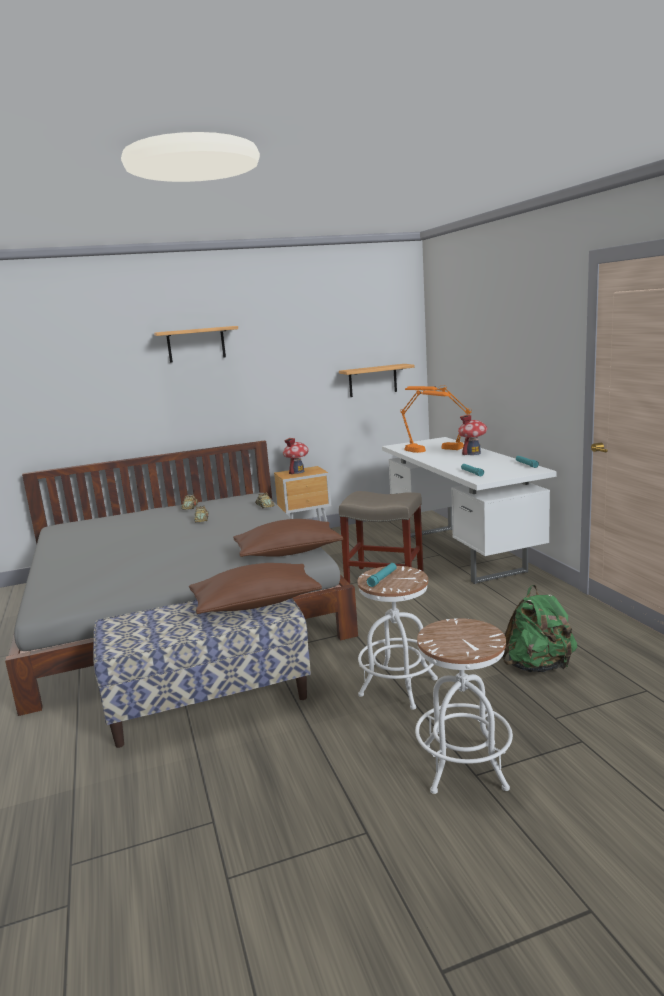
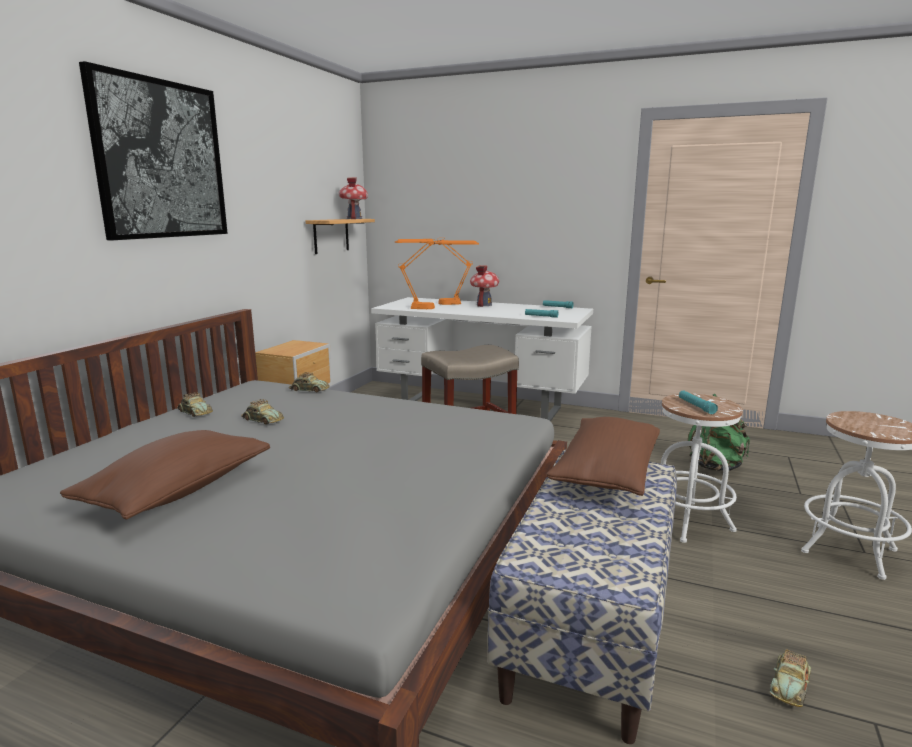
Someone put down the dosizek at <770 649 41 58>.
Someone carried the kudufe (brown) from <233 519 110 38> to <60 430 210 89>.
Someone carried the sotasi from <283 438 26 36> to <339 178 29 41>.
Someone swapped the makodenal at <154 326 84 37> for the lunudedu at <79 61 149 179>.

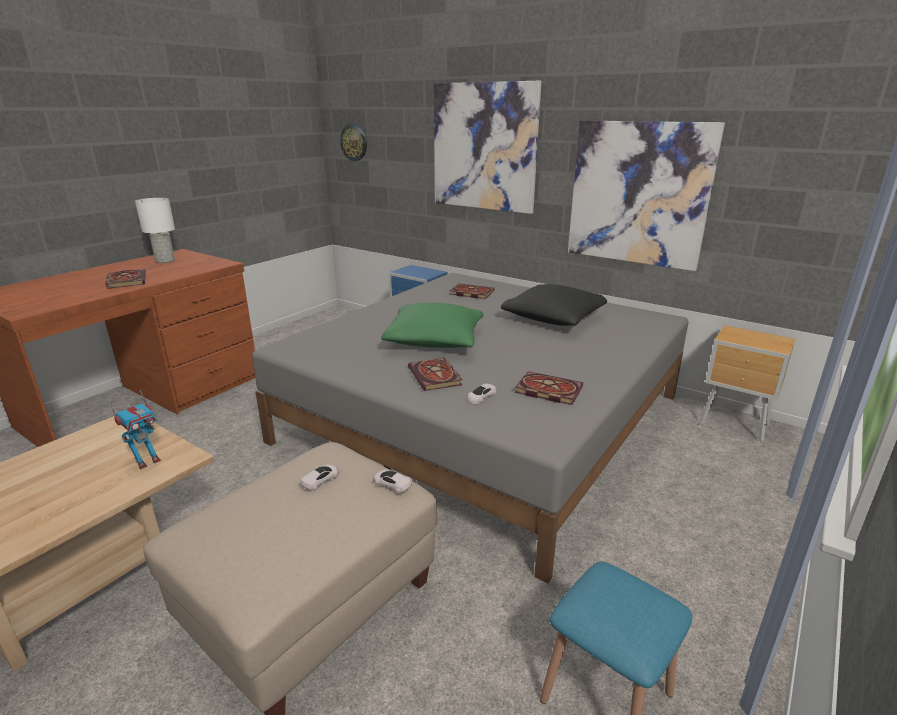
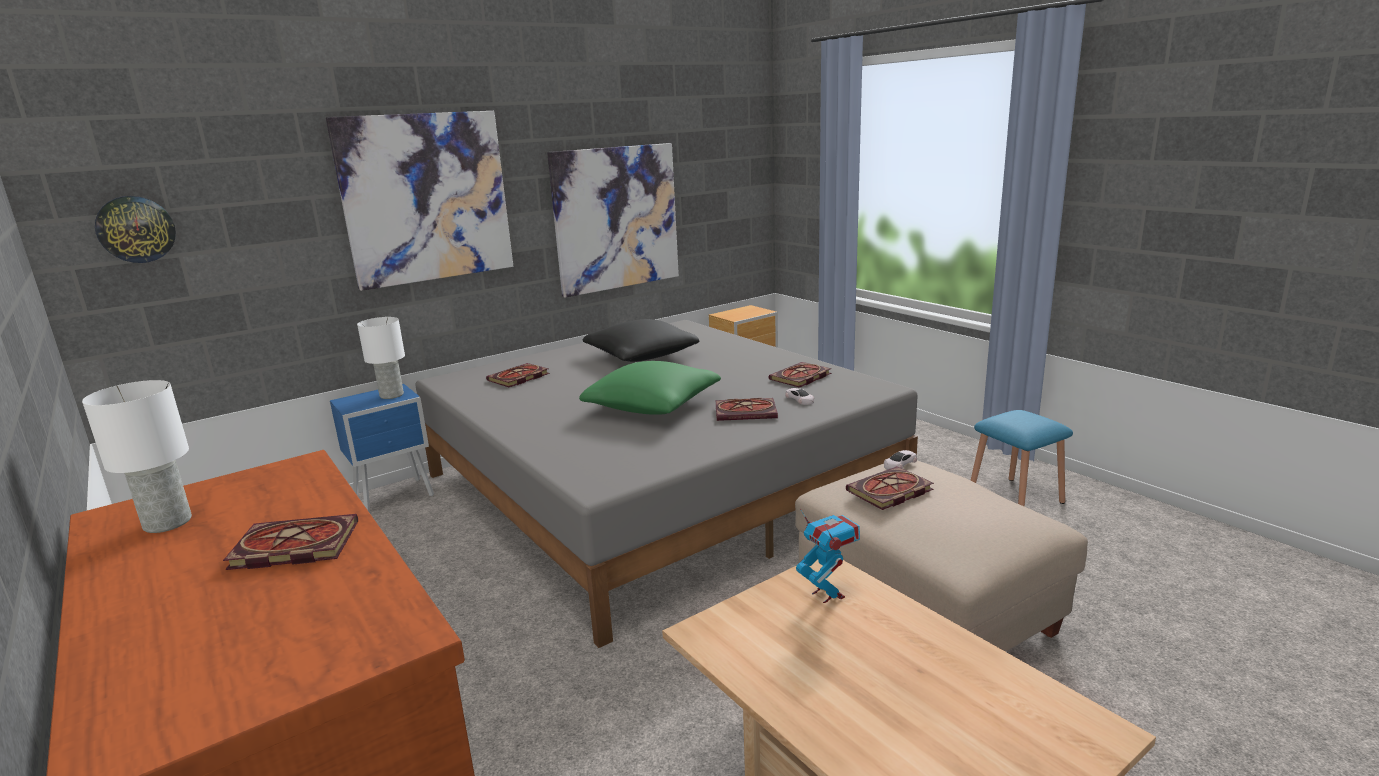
Someone put down the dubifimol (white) at <357 317 48 82>.
Someone swapped the dosizek (white) at <300 464 39 27> for the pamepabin at <846 466 88 44>.

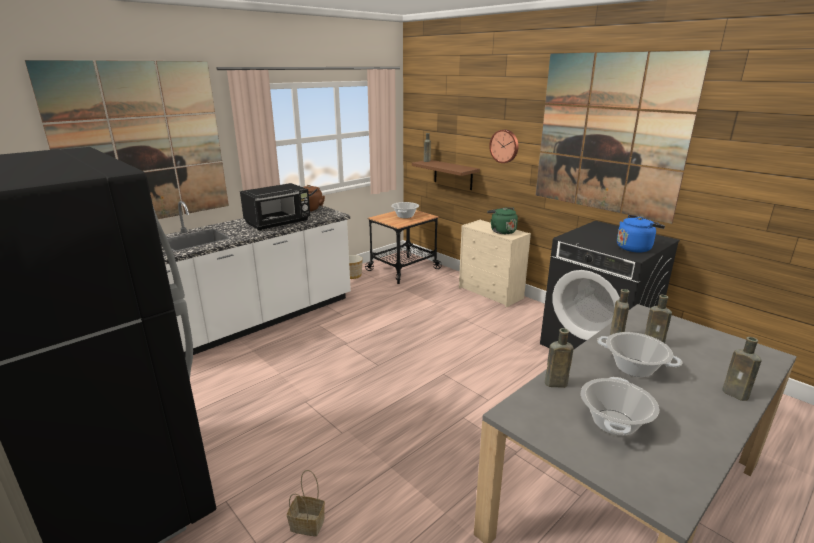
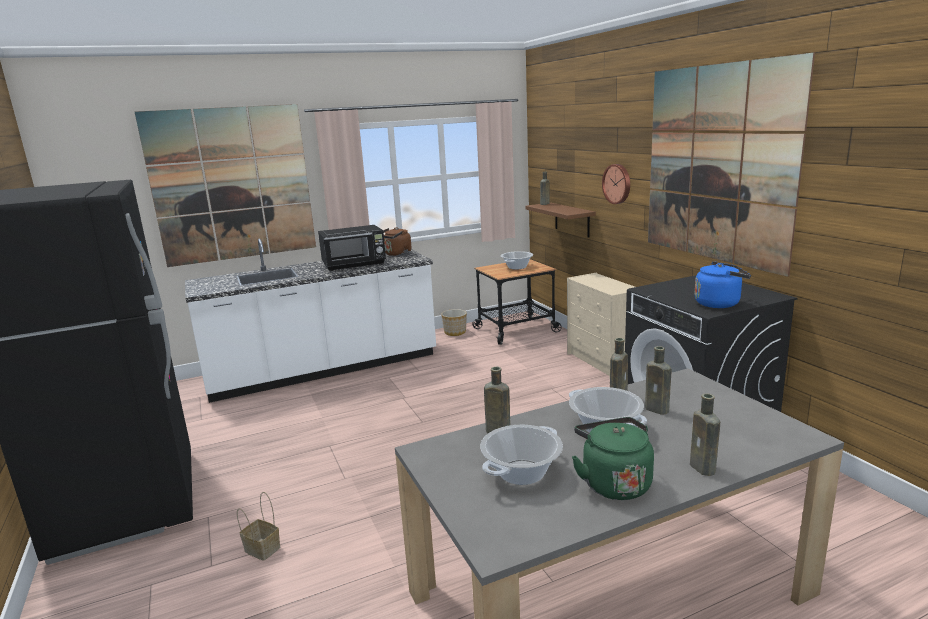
Someone carried the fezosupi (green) from <487 208 31 26> to <572 417 82 83>.

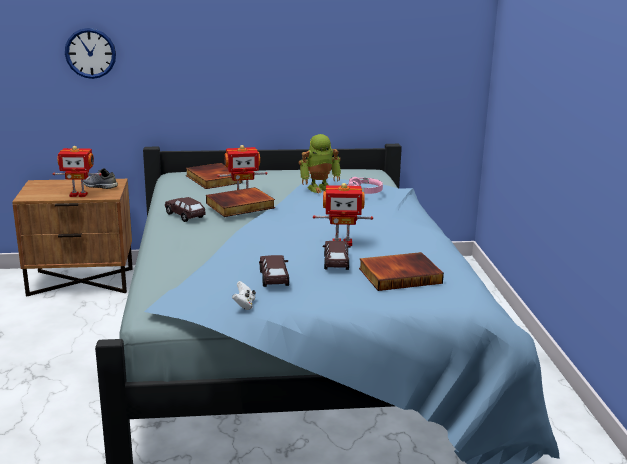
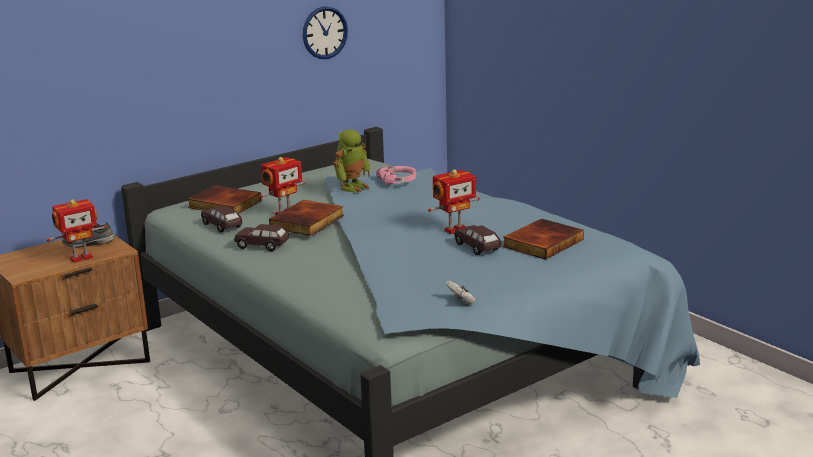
Someone carried the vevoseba from <65 28 51 51> to <303 6 45 53>.
Someone carried the dosizek (brown) from <259 255 30 32> to <201 206 41 27>.

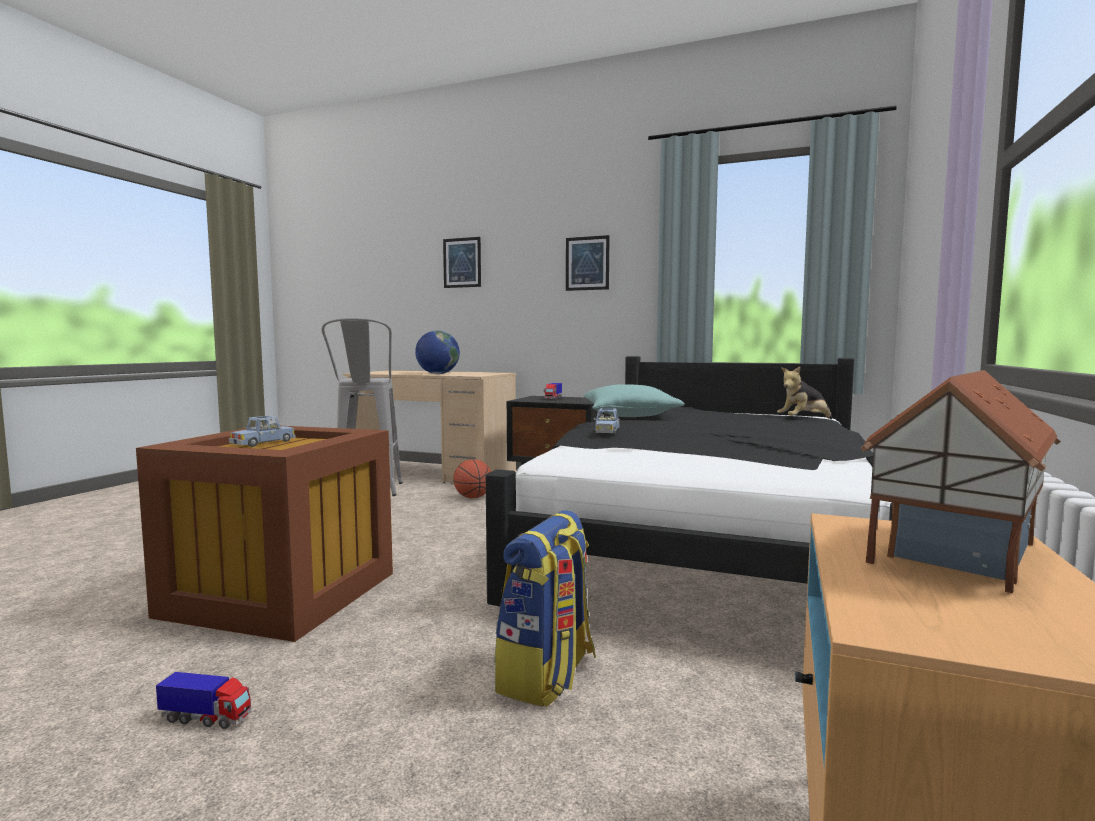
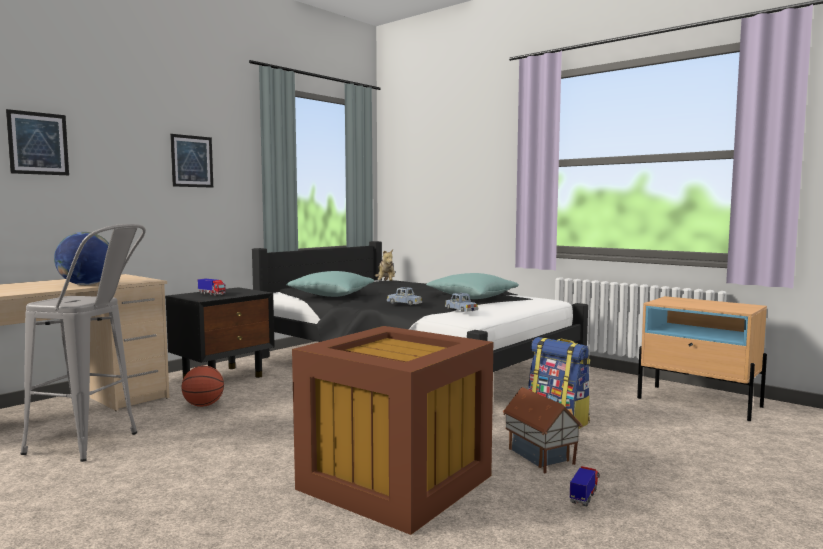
Someone put down the kudufe (turquoise) at <426 273 93 26>.
Someone carried the dosizek (blue) from <229 416 66 31> to <445 293 33 19>.
Someone carried the sotasi from <861 370 200 223> to <502 387 81 86>.

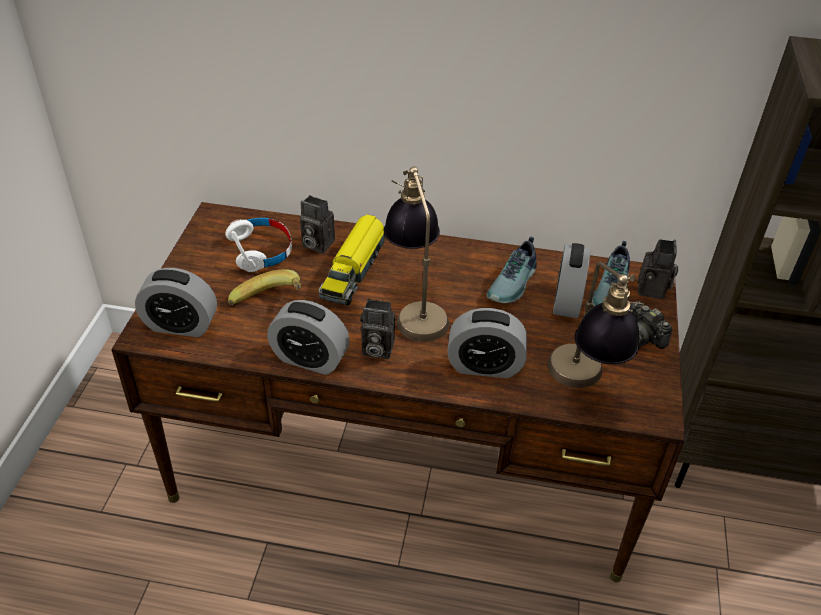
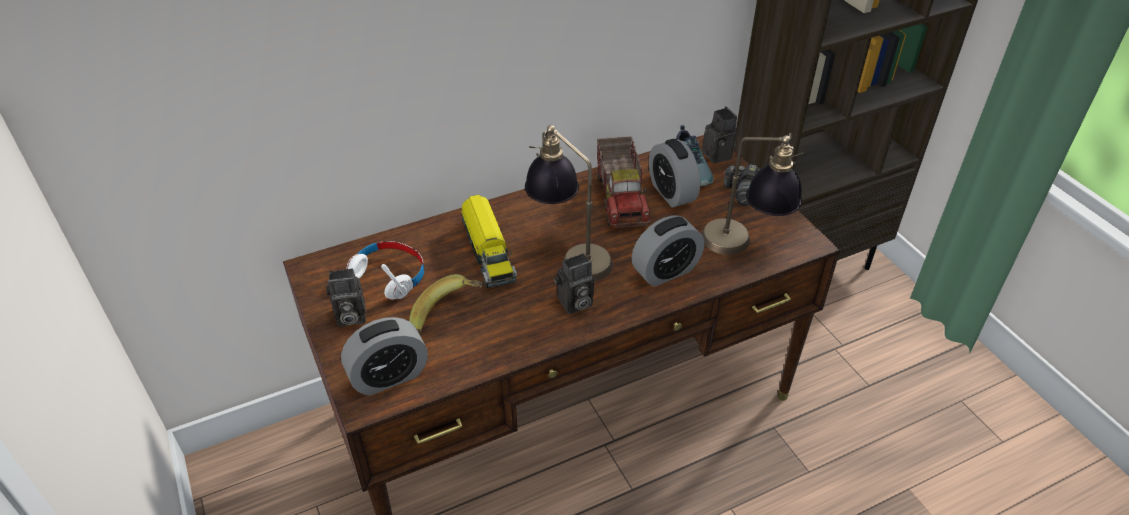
Someone took away the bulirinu at <267 300 83 75>.
Someone carried the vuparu from <300 195 35 58> to <326 268 40 59>.
Someone swapped the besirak at <487 236 50 67> for the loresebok at <597 136 53 92>.

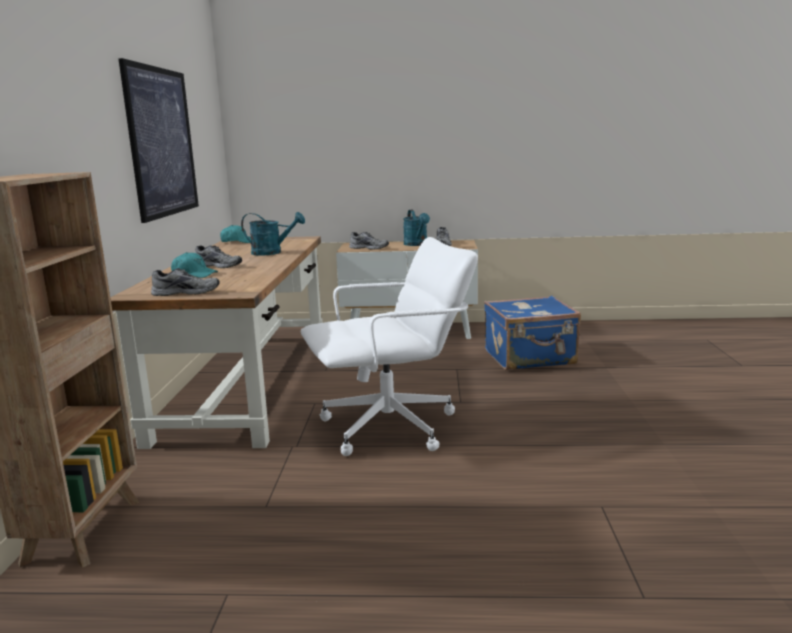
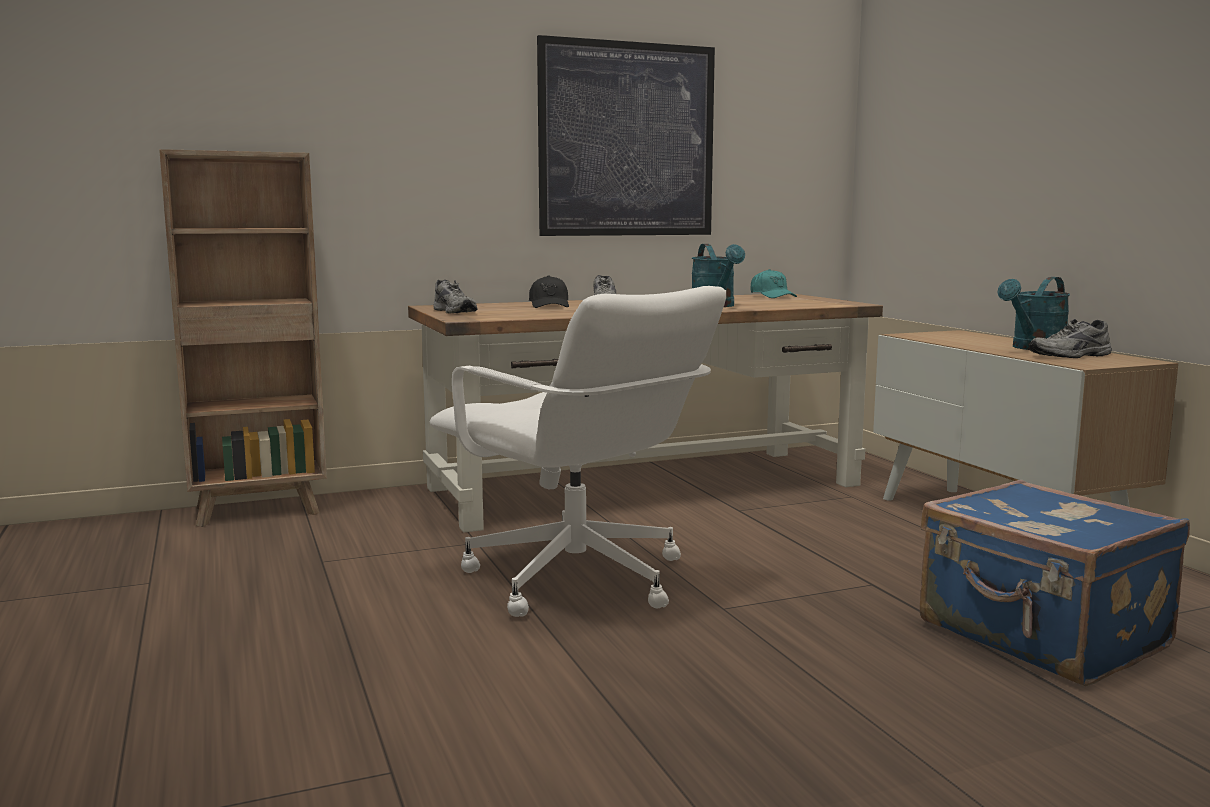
Someone took away the besirak (grey) at <349 232 40 18>.
Someone repainted the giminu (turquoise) at <171 252 47 26>, which became the giminu (black) at <529 275 40 33>.

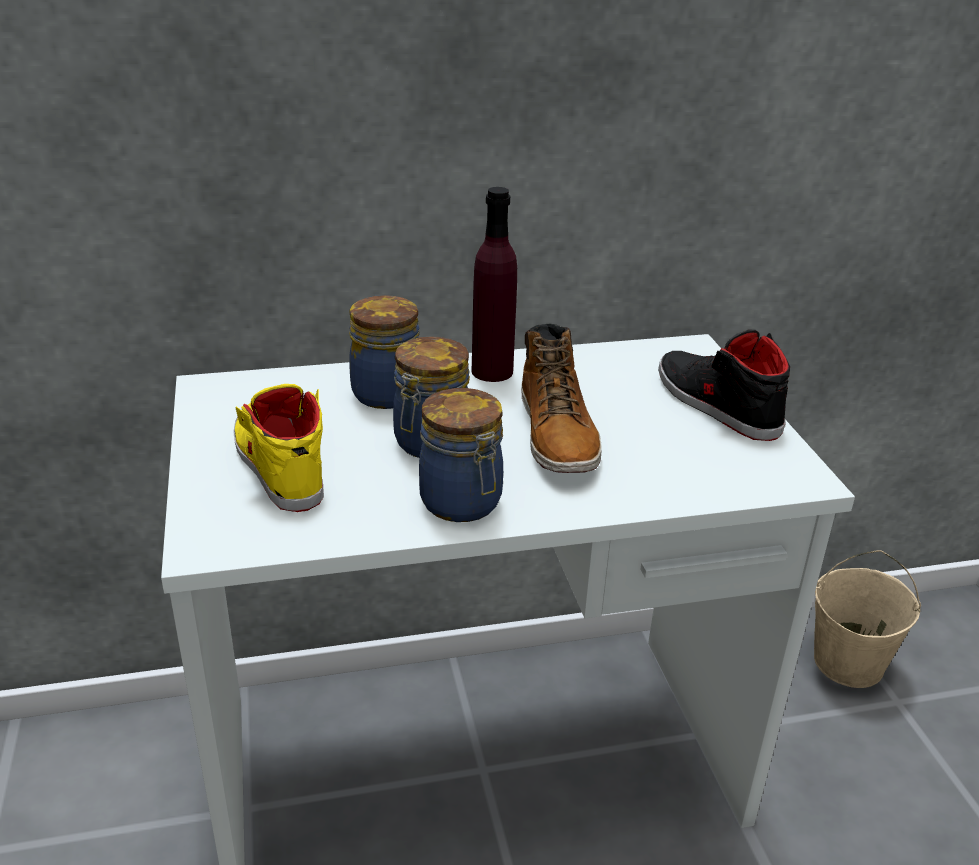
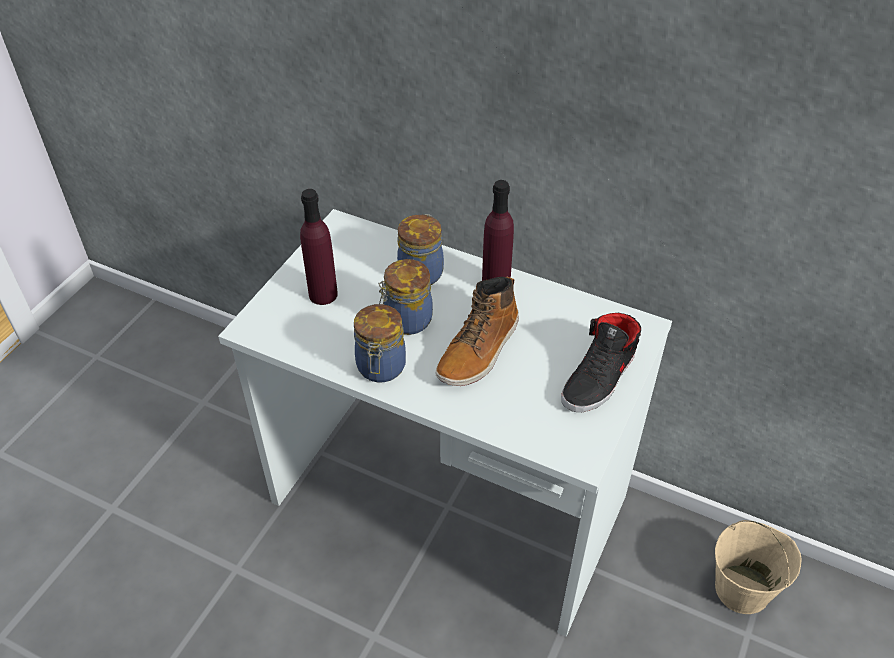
Someone swapped the besirak (yellow) at <233 384 91 128> for the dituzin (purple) at <300 189 38 116>.
Someone rotated the besirak (black) at <658 329 132 112> by 150 degrees counterclockwise.

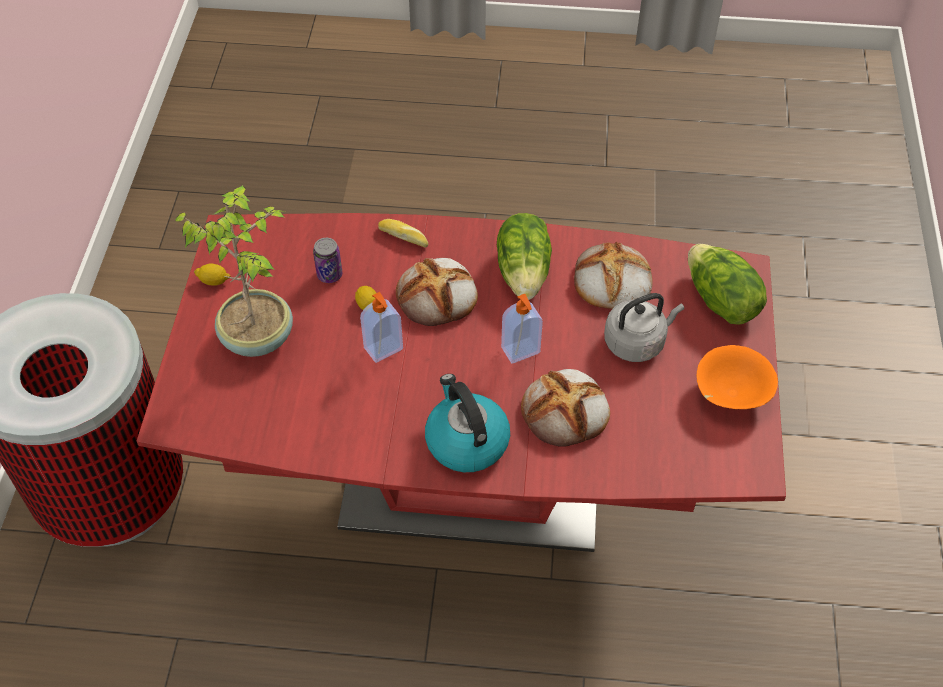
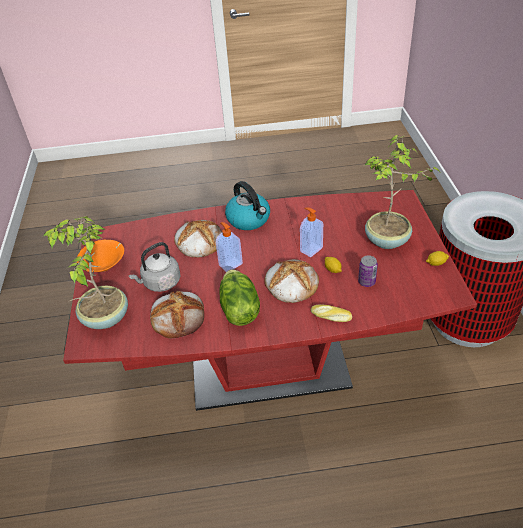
Someone swapped the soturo at <688 244 79 81> for the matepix at <42 216 86 113>.

